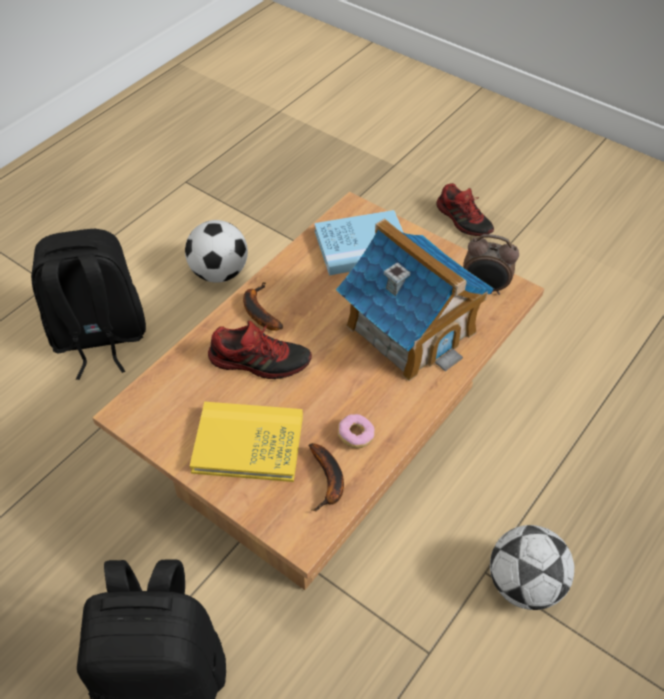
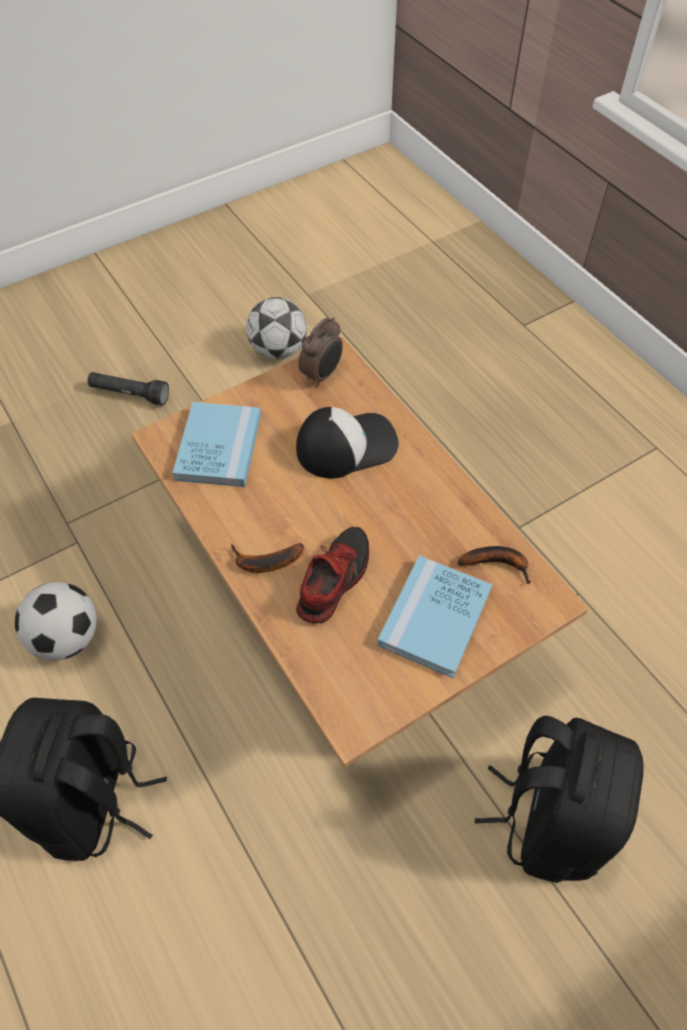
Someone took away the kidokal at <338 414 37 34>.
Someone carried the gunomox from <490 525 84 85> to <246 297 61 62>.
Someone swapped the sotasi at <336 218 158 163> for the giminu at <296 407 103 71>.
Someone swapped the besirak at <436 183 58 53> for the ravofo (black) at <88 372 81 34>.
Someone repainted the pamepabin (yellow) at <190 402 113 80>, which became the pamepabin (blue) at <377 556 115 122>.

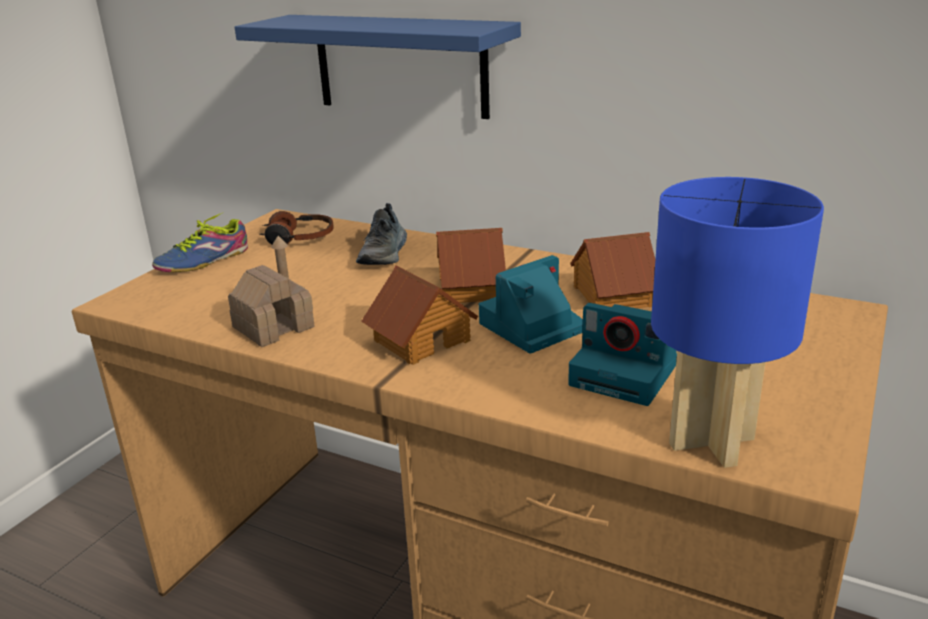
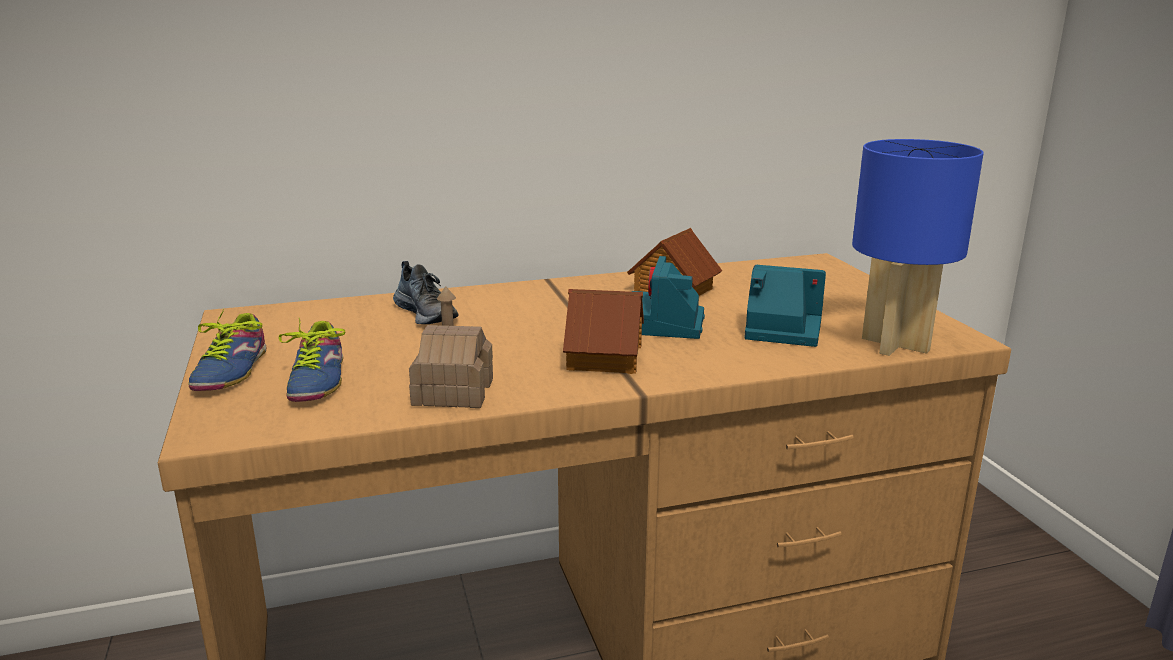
Someone took away the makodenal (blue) at <235 15 286 104>.
Someone took away the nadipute at <259 211 75 33>.
Someone took away the sotasi at <436 228 70 75>.
Someone put down the besirak at <279 317 67 85>.
Someone rotated the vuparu at <568 303 109 103> by 150 degrees counterclockwise.

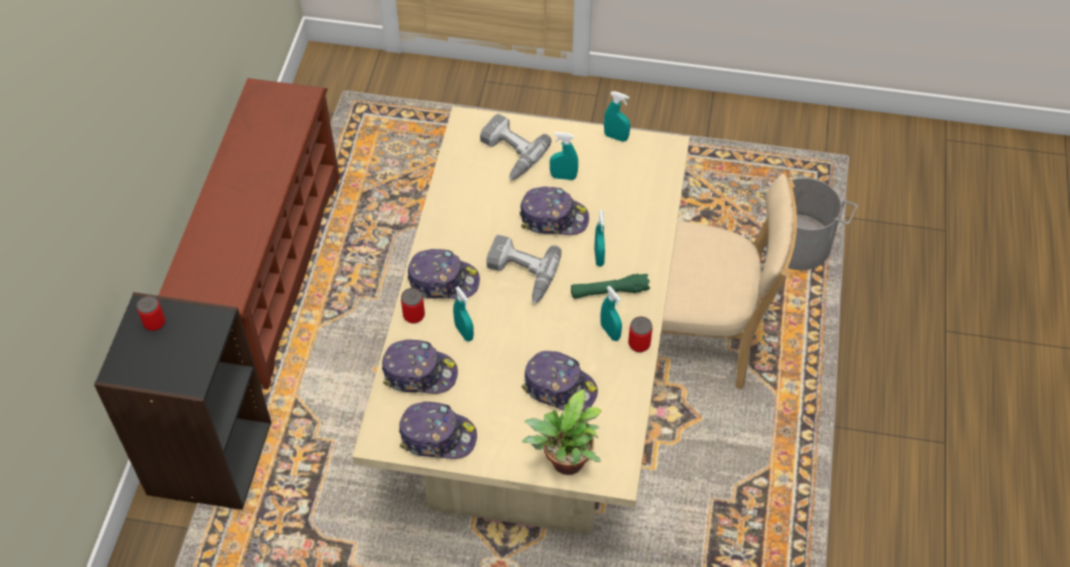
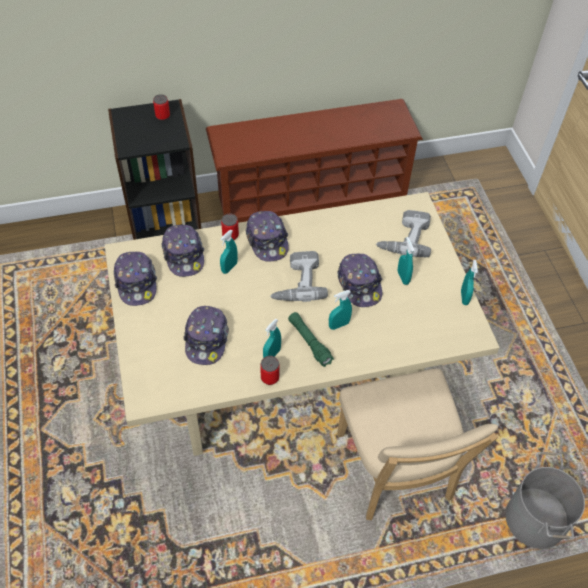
Someone took away the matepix at <522 389 79 86>.

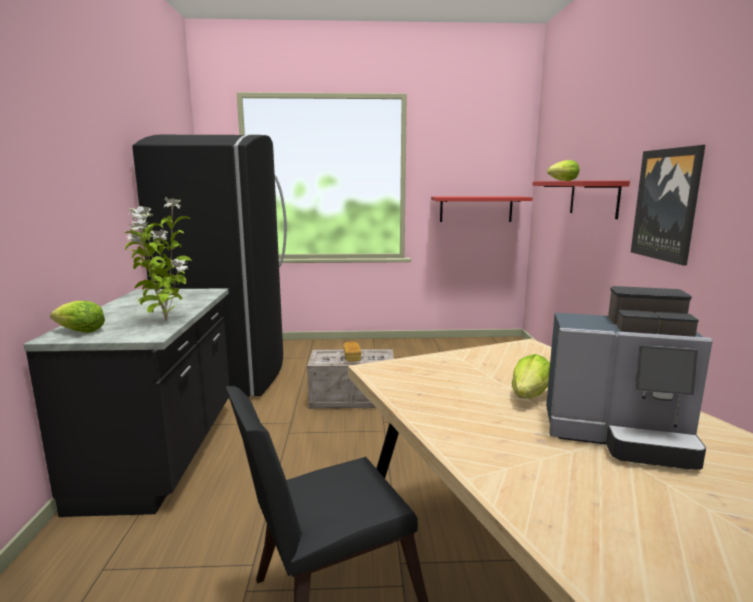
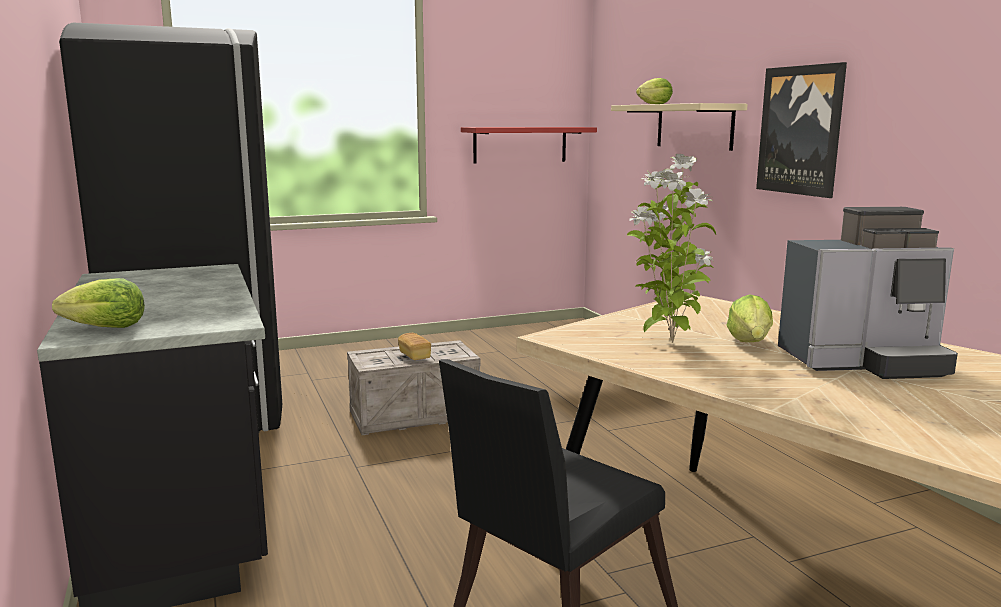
Someone carried the matepix from <125 197 66 124> to <627 154 89 189>.
Someone repainted the makodenal (red) at <532 181 98 38>, which became the makodenal (beige) at <611 103 137 48>.

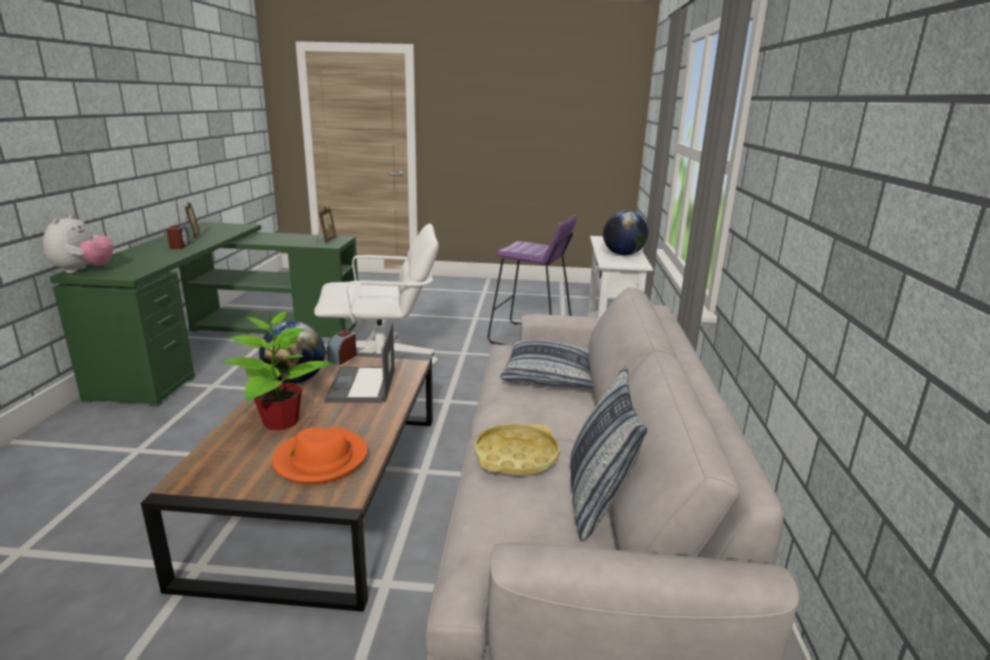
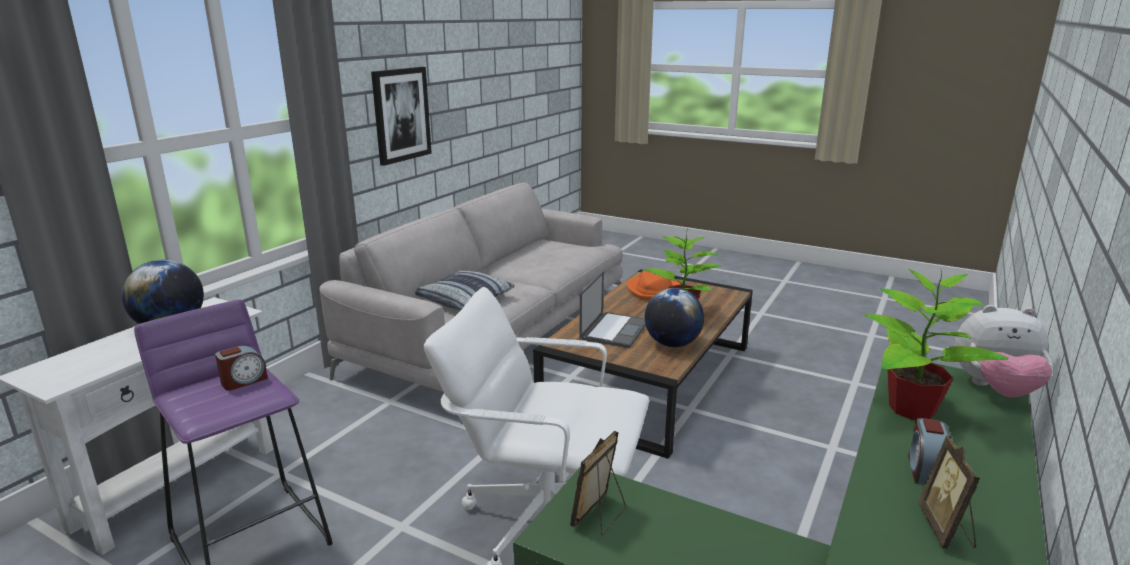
Someone took away the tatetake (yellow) at <474 424 86 52>.
Someone took away the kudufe at <570 366 77 175>.
Someone put up the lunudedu at <371 67 61 99>.
Someone put down the matepix at <864 268 145 152>.
Someone carried the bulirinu from <327 330 30 35> to <215 345 53 45>.
Someone rotated the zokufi at <43 214 71 59> by 105 degrees counterclockwise.

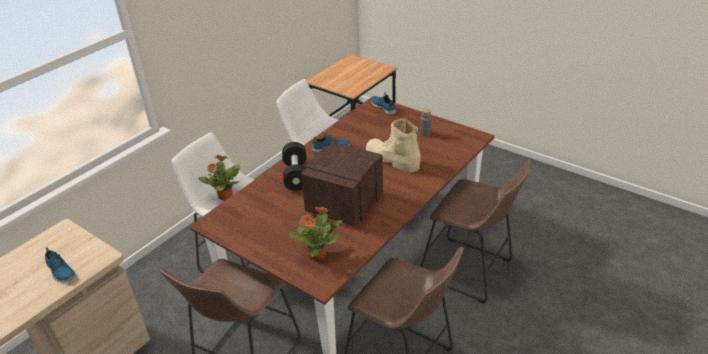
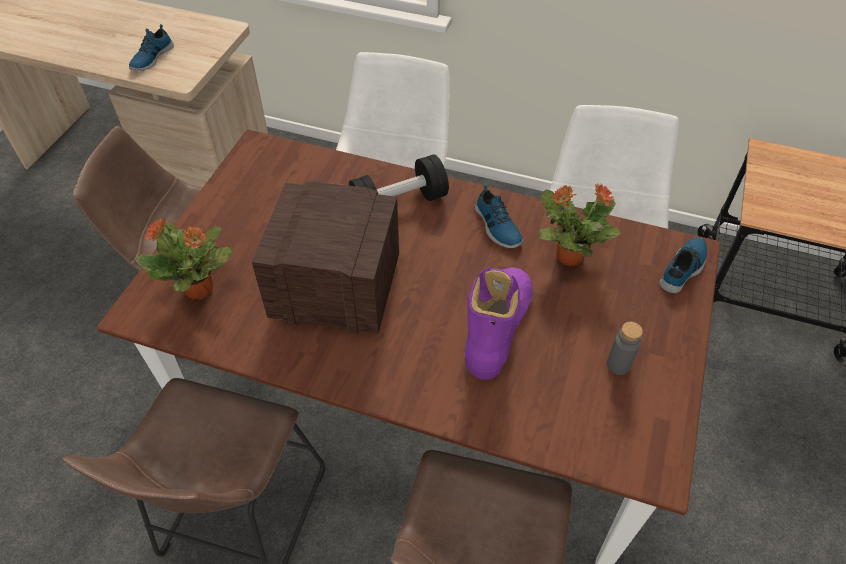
Someone carried the matepix from <198 155 42 46> to <538 183 83 83>.
Someone repainted the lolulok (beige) at <366 118 55 54>, which became the lolulok (purple) at <464 267 69 113>.

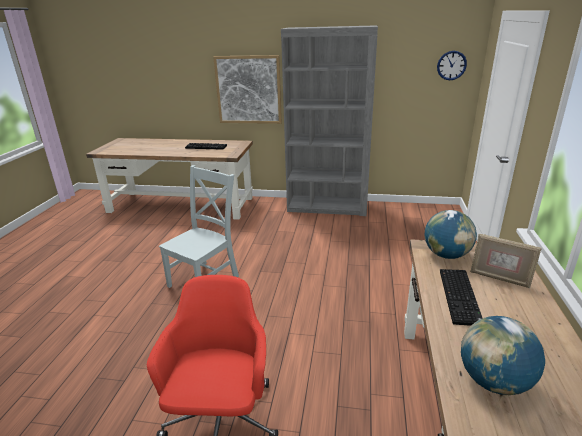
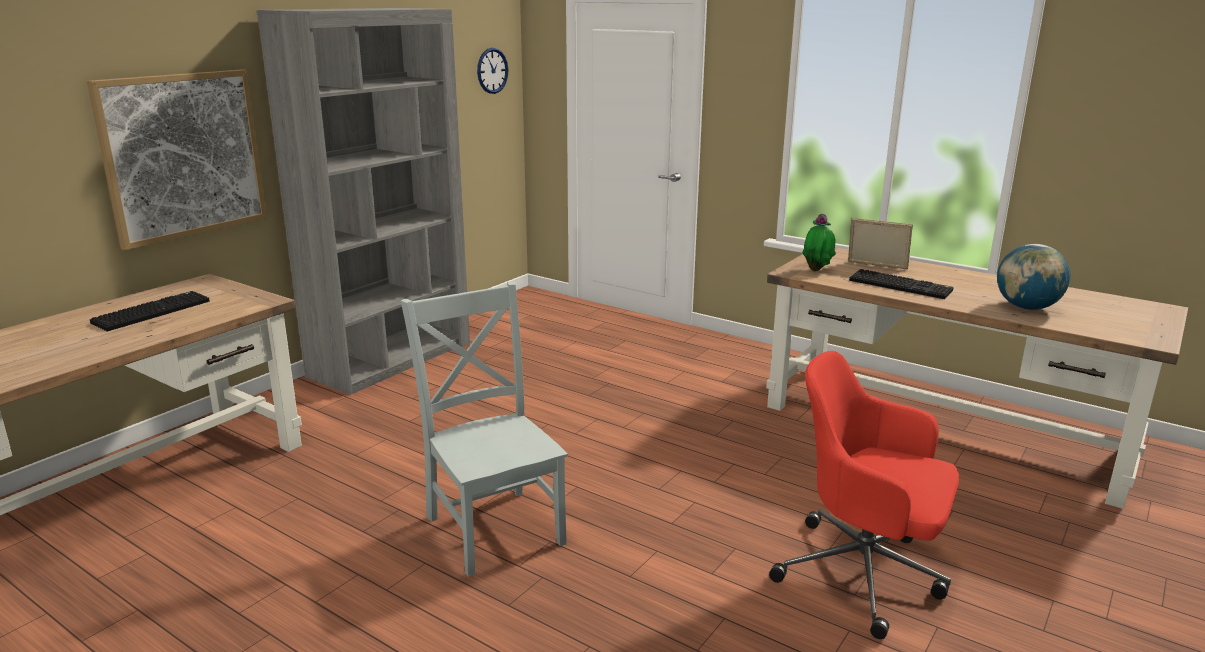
Someone swapped the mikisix at <425 210 52 49> for the matepix at <802 214 34 57>.
Someone rotated the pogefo at <470 234 72 54> by 120 degrees counterclockwise.

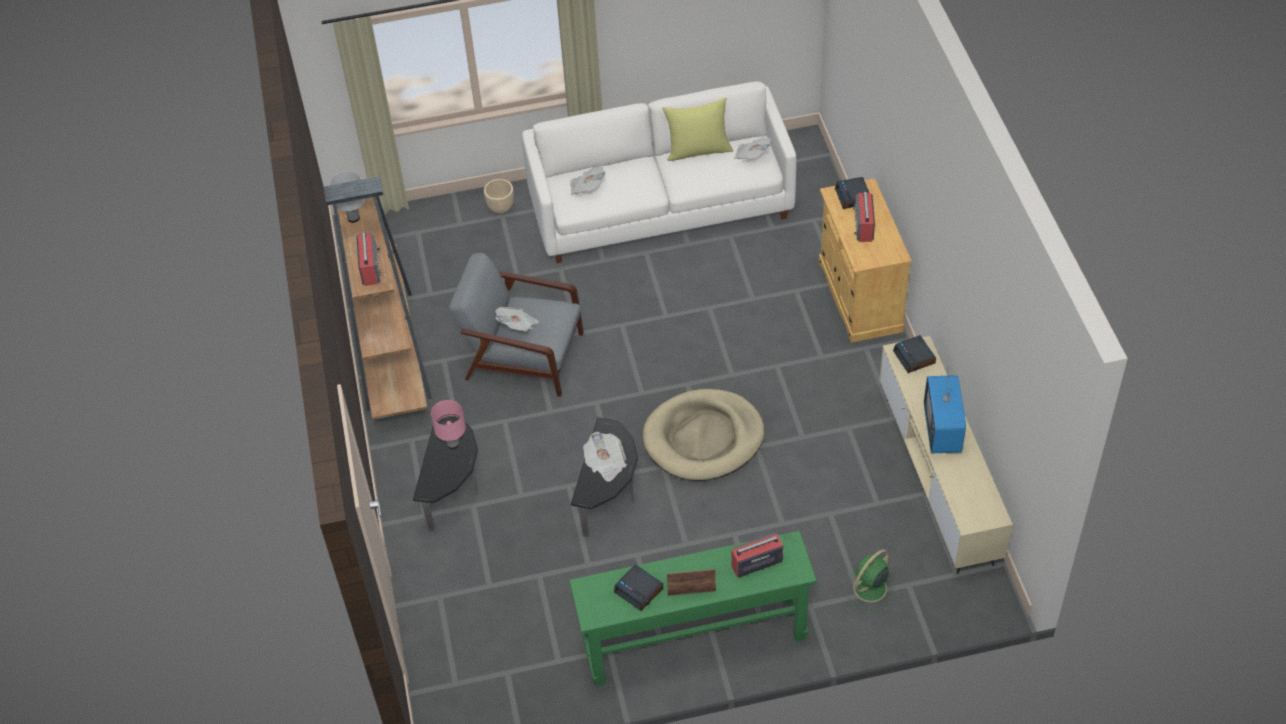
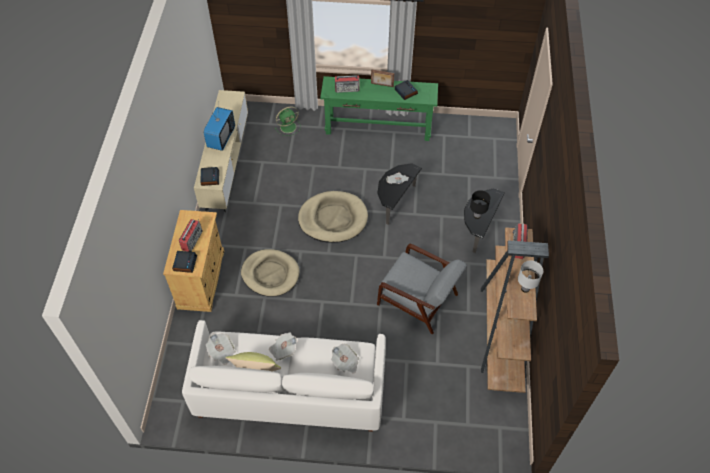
Someone took away the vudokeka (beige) at <484 179 30 35>.
Someone put down the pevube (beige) at <241 249 59 47>.
Someone carried the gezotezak from <495 307 44 25> to <269 332 28 29>.
Someone repainted the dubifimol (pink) at <431 400 35 49>, which became the dubifimol (black) at <470 190 21 29>.

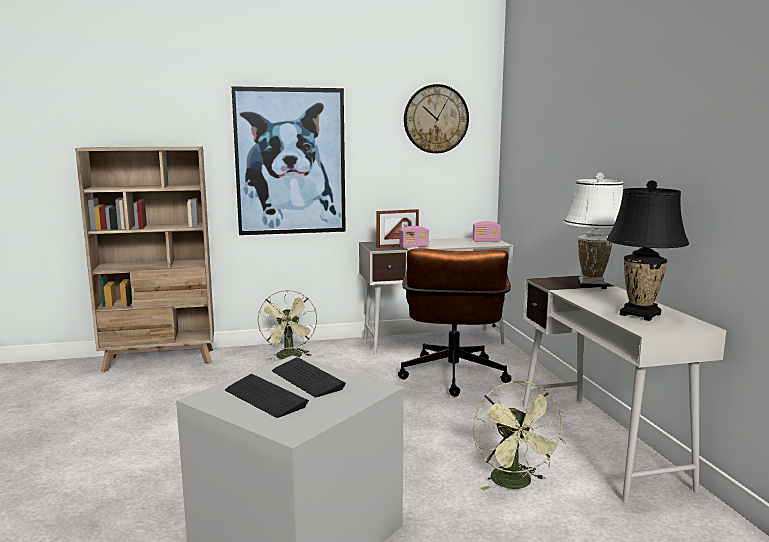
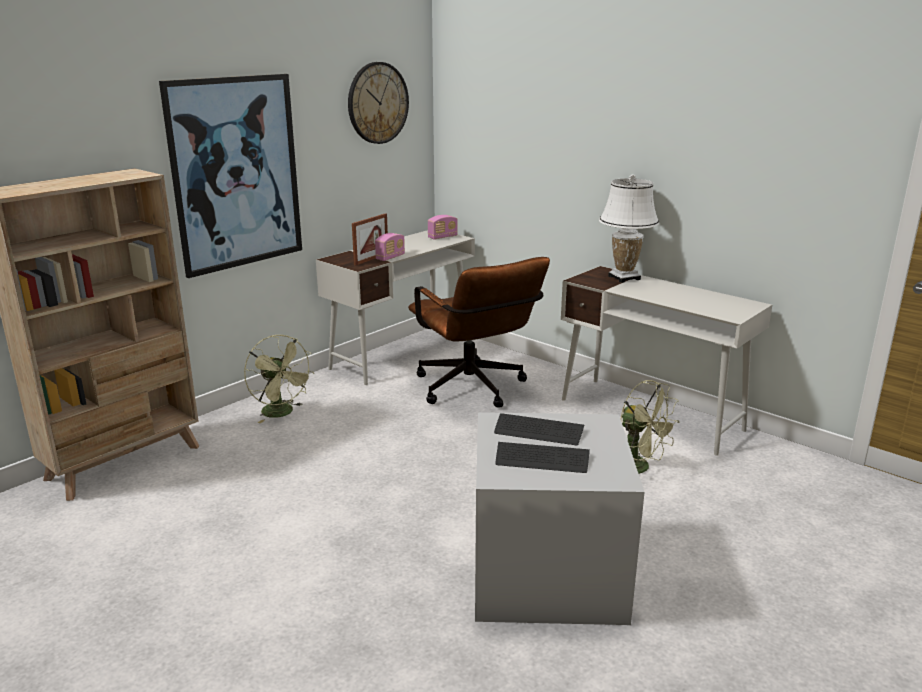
Someone took away the dubifimol (black) at <607 180 82 141>.

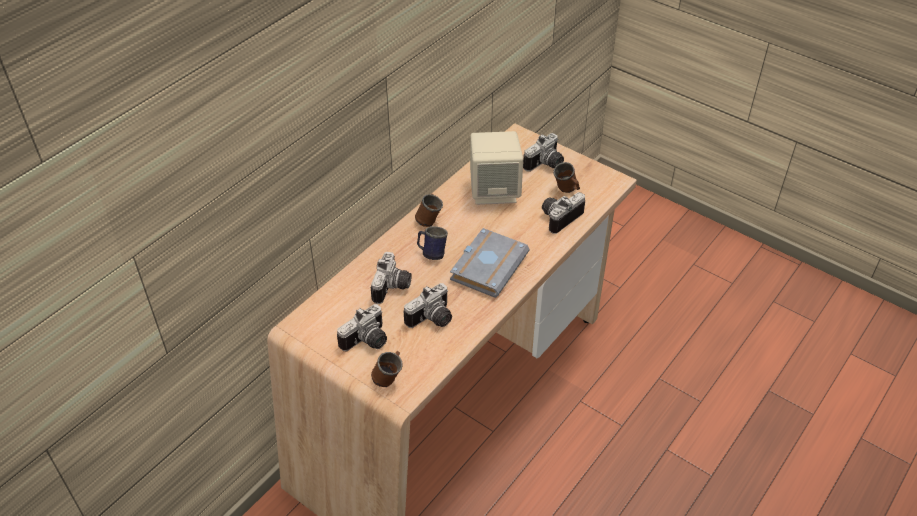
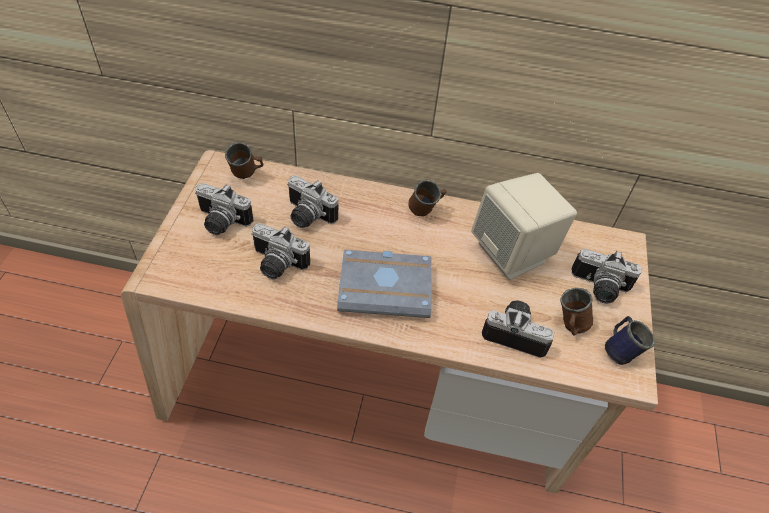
Someone carried the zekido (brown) from <371 351 32 36> to <225 142 39 37>.
Someone carried the zekido (blue) from <417 226 31 34> to <605 316 50 49>.
Someone rotated the vuparu at <371 252 41 52> by 45 degrees clockwise.

